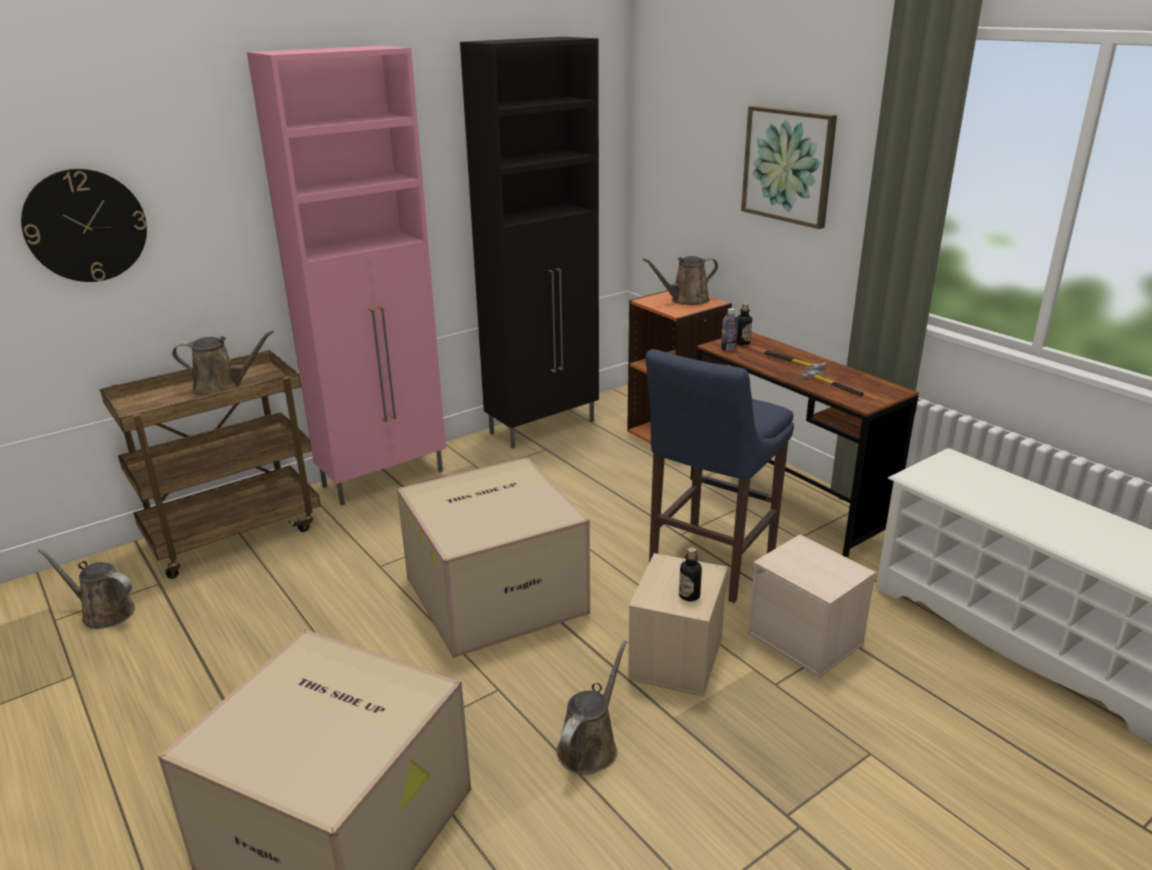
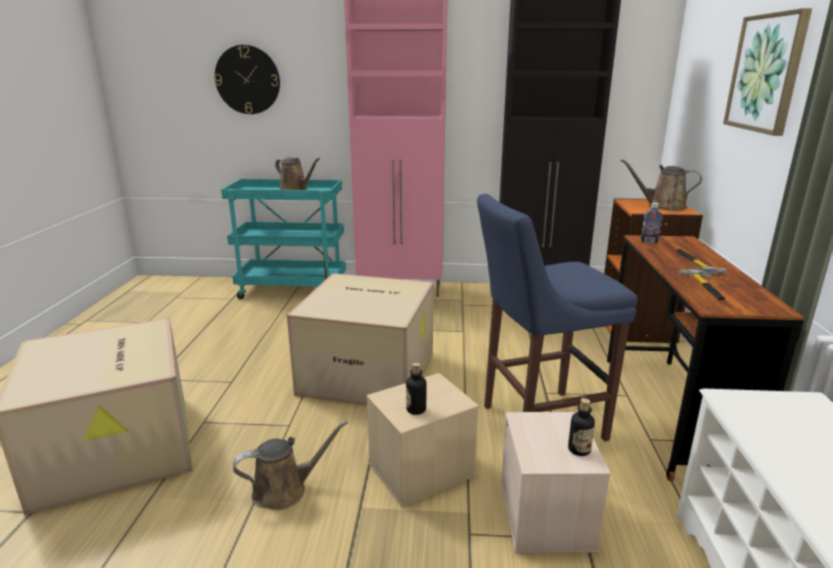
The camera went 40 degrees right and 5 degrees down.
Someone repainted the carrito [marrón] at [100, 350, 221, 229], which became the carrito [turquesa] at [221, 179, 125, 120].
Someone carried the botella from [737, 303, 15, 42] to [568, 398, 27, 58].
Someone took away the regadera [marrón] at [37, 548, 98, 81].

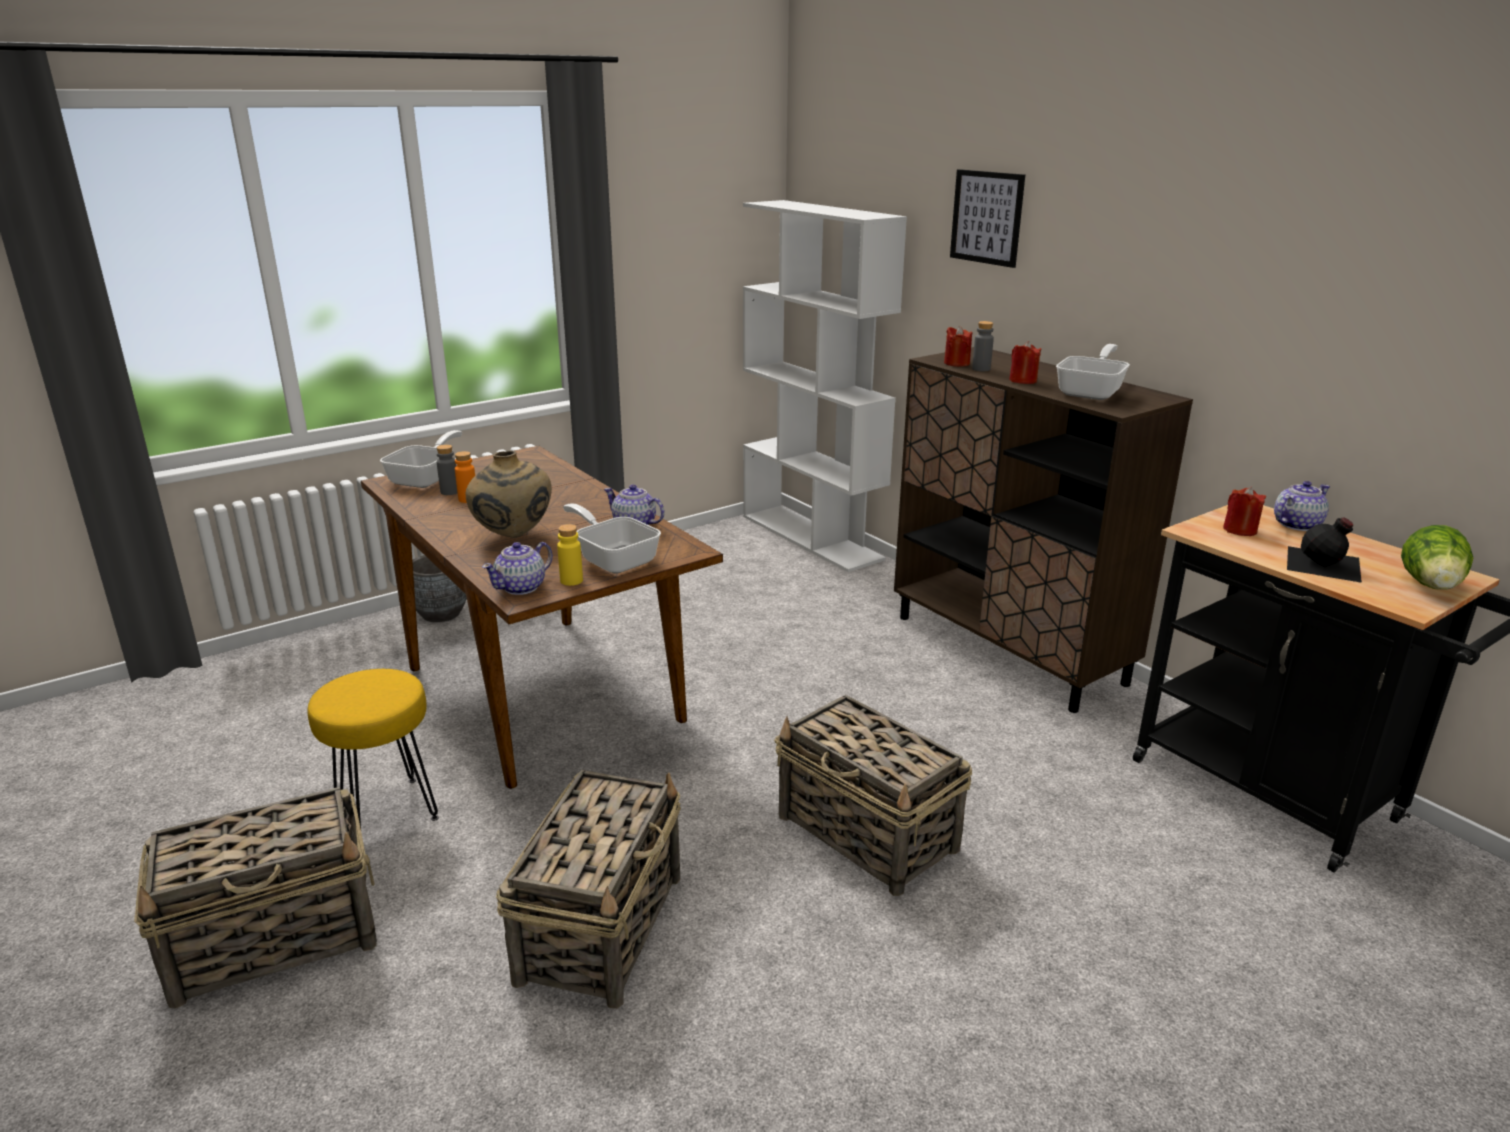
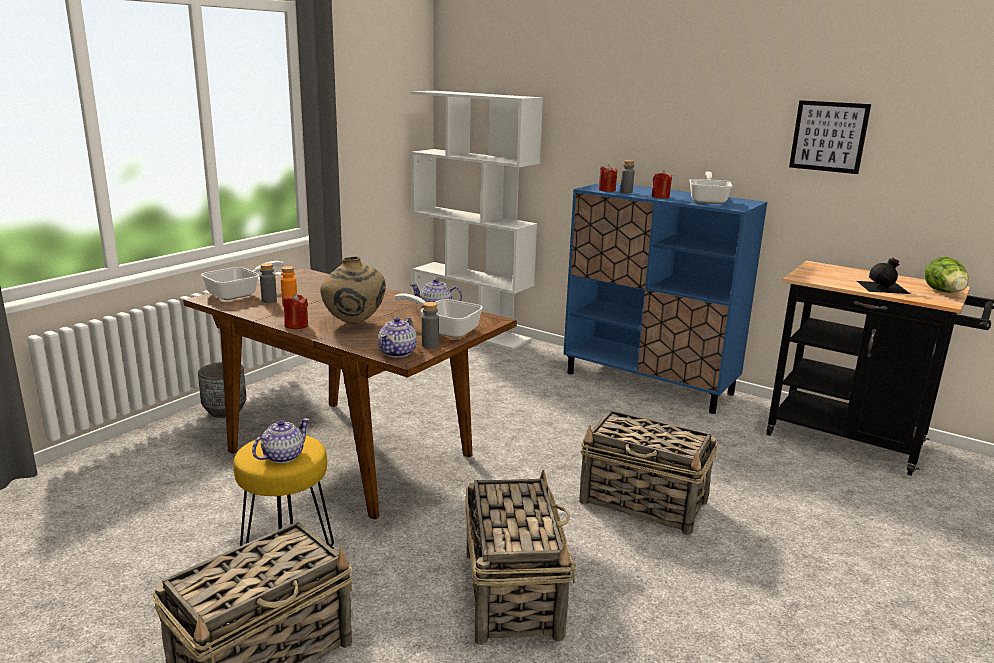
The camera went 20 degrees left and 5 degrees down.
Someone rotated the sartén at [380, 430, 82, 58] by 45 degrees clockwise.
Someone carried the tetera from [1274, 481, 56, 50] to [252, 418, 58, 45].
Someone carried the vela [rojo] from [1223, 487, 43, 49] to [283, 293, 25, 36].
Someone repainted the botella [amarillo] at [557, 524, 26, 62], which became the botella [gris] at [422, 302, 17, 46].
Someone repainted the armario [marrón] at [894, 347, 299, 366], which became the armario [azul] at [563, 183, 204, 231].
Someone carried the cuadro from [950, 169, 75, 99] to [789, 100, 82, 74].

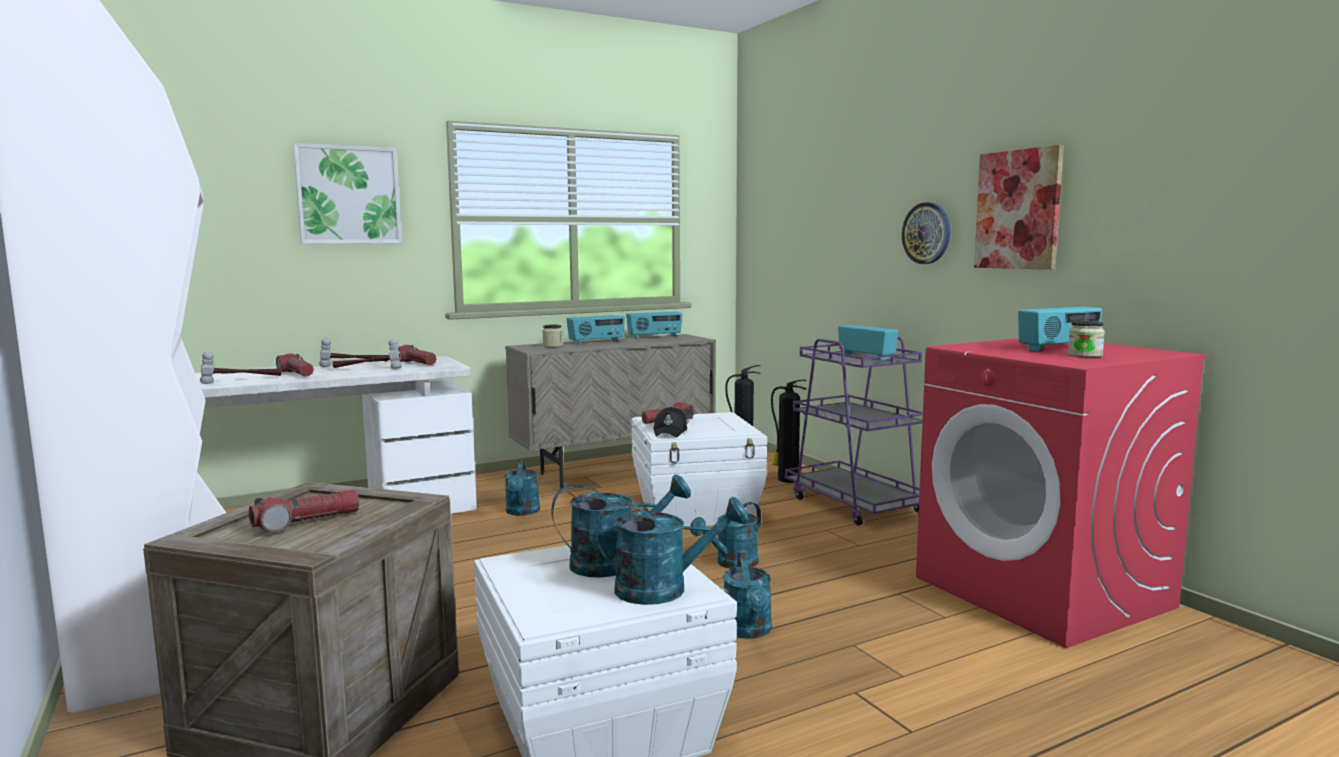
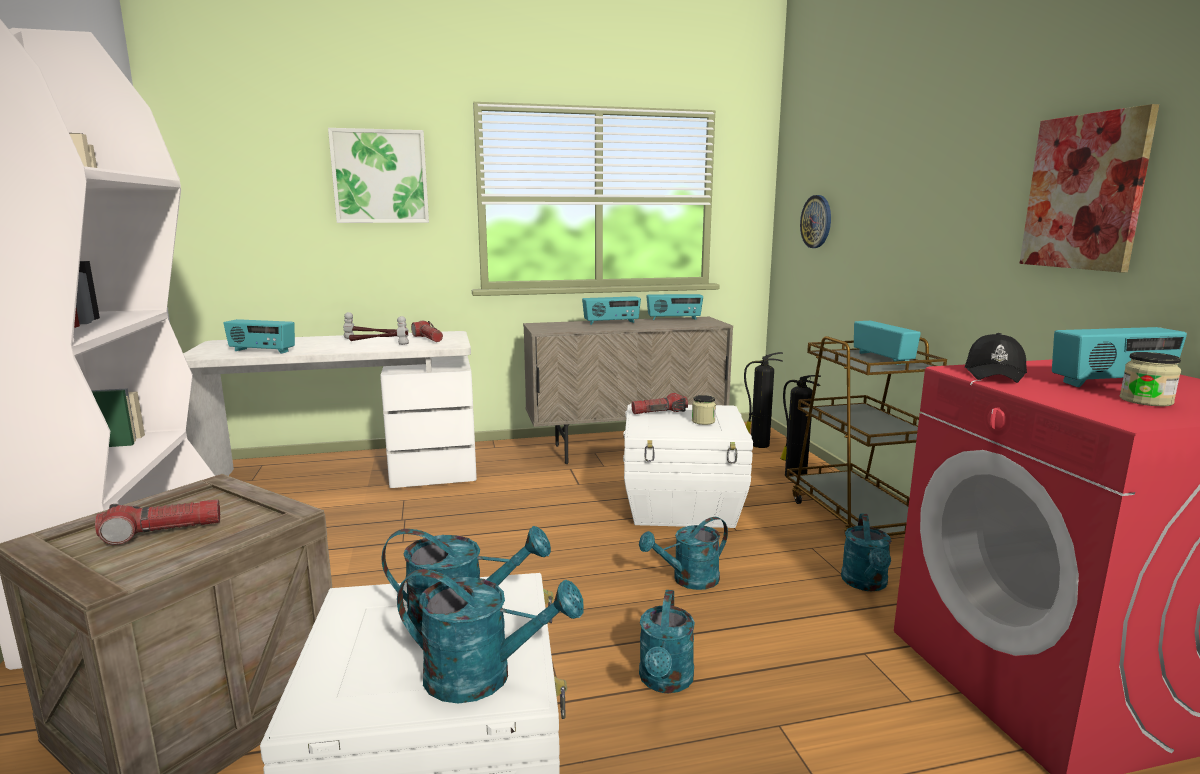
The camera went 15 degrees right and 5 degrees up.
Someone swapped the martillo at [200, 351, 82, 33] for the radio at [223, 319, 72, 35].
Someone carried the tarro from [542, 325, 21, 22] to [692, 395, 24, 30].
Someone repainted the carrito [morado] at [785, 337, 138, 188], which became the carrito [marrón] at [786, 336, 161, 200].
Someone carried the reloj de pared from [902, 202, 48, 62] to [800, 195, 31, 53].
Someone carried the regadera [turquesa] from [504, 460, 36, 56] to [841, 513, 50, 78].
Someone carried the gorra [negro] from [653, 407, 34, 30] to [965, 333, 62, 50].
Someone took away the linterna at [276, 353, 38, 23].

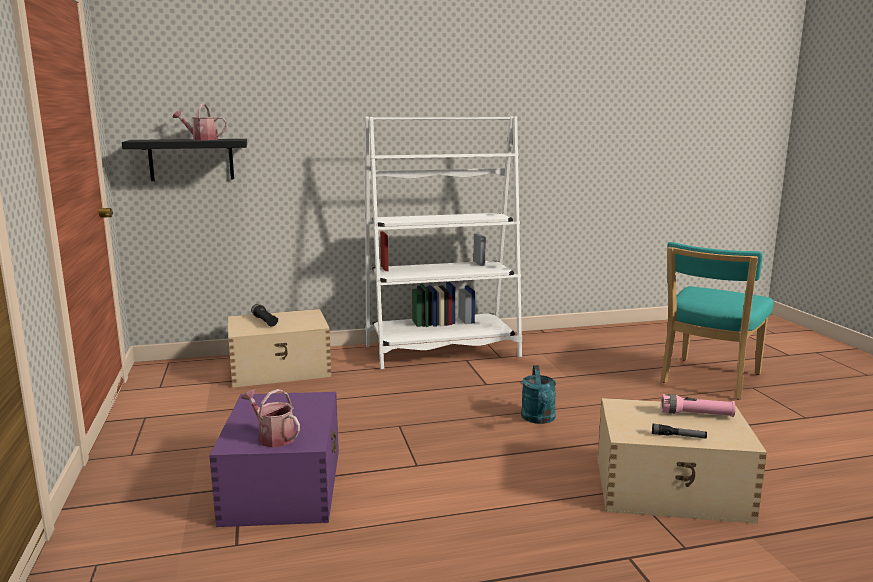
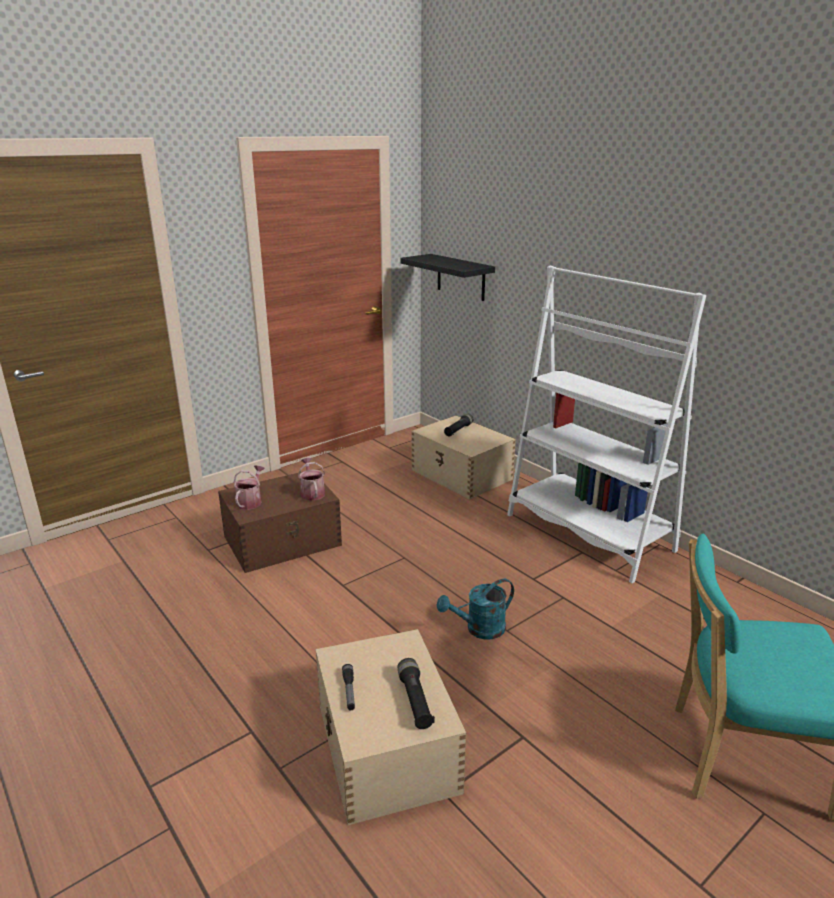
The camera went 65 degrees right and 10 degrees up.
Someone repainted the caja de almacenaje [morado] at [209, 392, 130, 135], which became the caja de almacenaje [marrón] at [218, 472, 124, 101].
Someone carried the regadera from [173, 104, 54, 36] to [298, 458, 27, 43].
Someone repainted the linterna [rosa] at [661, 394, 74, 23], which became the linterna [negro] at [398, 658, 37, 71].

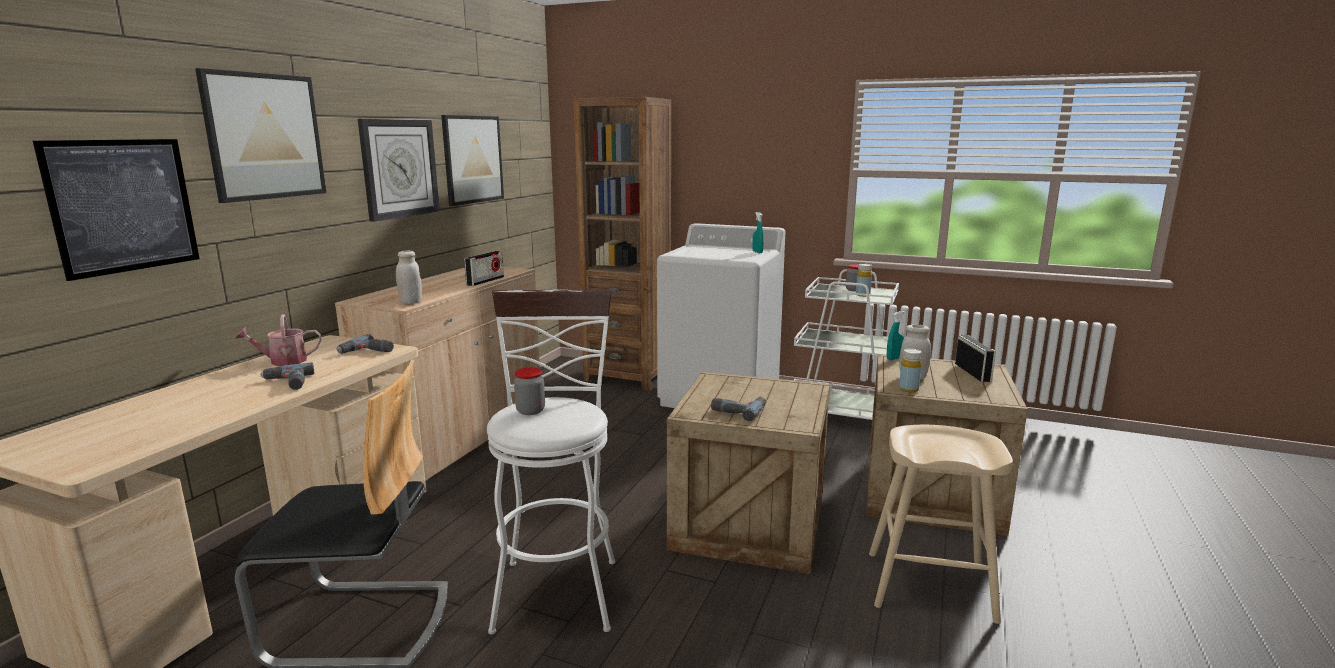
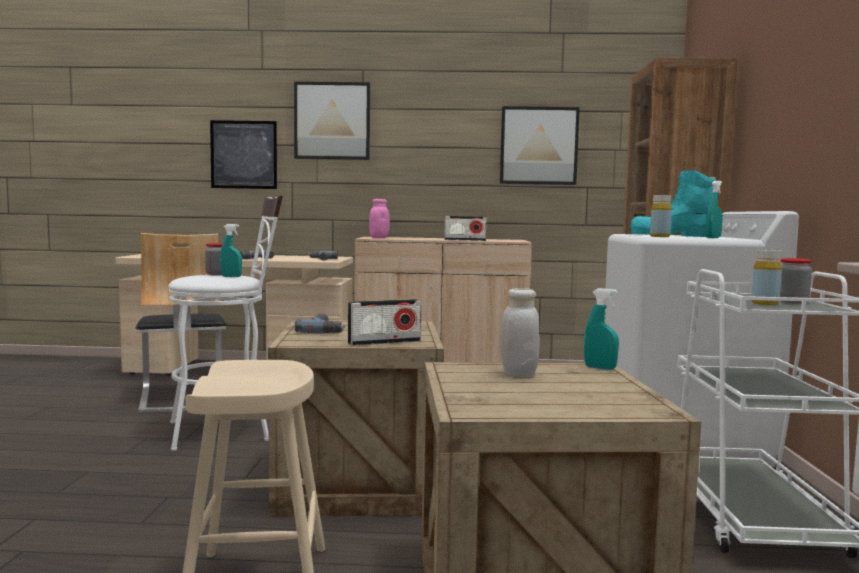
The camera went 70 degrees right and 10 degrees down.
Someone put down the pulverizador [turquesa] at [220, 224, 22, 53].
Someone carried the radio from [955, 335, 41, 47] to [348, 299, 73, 47].
Someone repainted the tarro [blanco] at [396, 250, 26, 54], which became the tarro [rosa] at [369, 199, 21, 40].
Someone put down the bota [turquesa] at [631, 170, 86, 67].
Someone carried the botella [amarillo] from [899, 349, 23, 44] to [650, 195, 22, 42].
Someone took away the regadera at [234, 314, 87, 52].
Someone took away the reloj de pared at [358, 119, 82, 103].

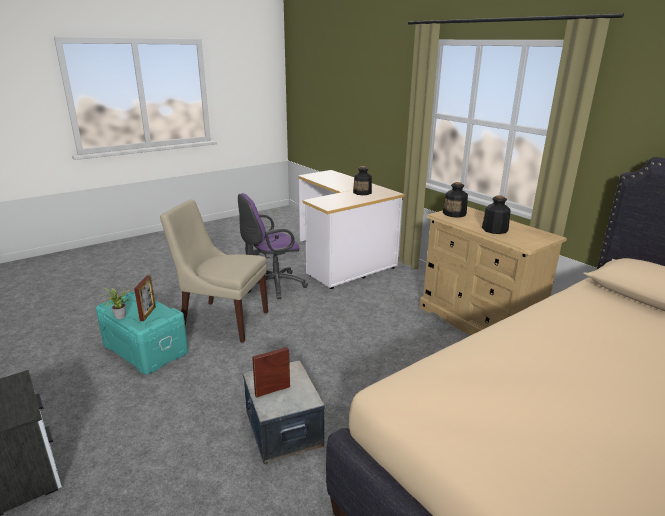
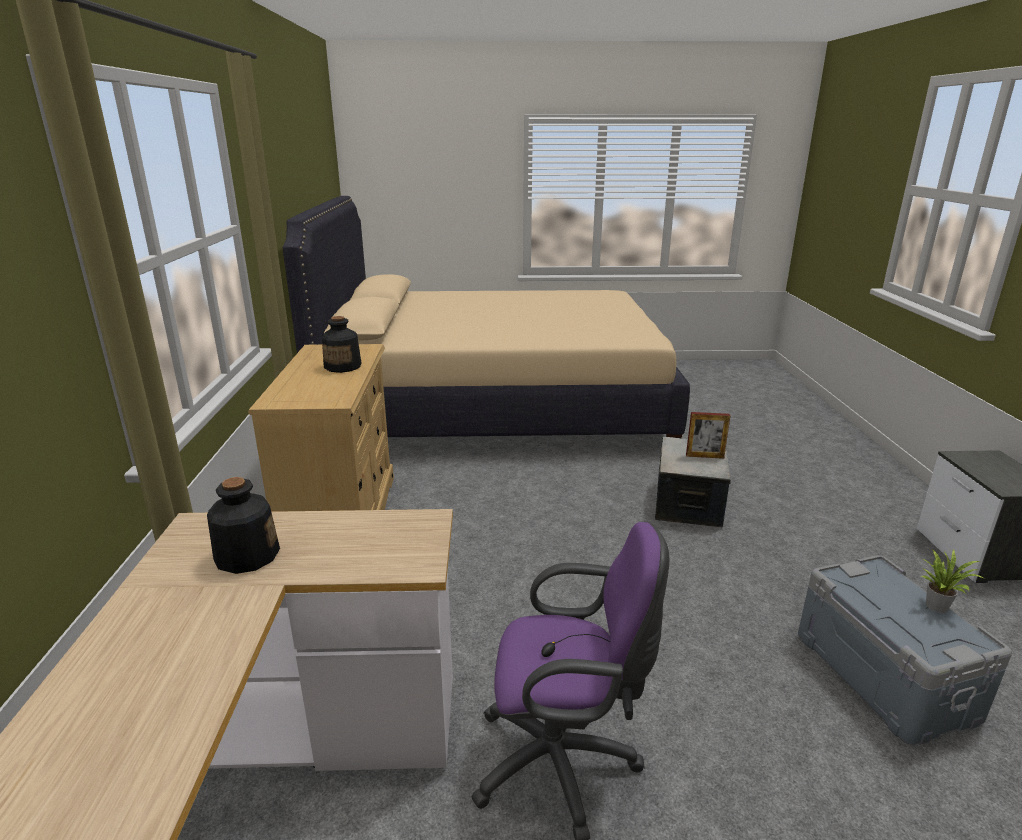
The camera went 145 degrees left and 0 degrees up.
Someone repainted the caja de almacenaje [turquesa] at [96, 291, 92, 83], which became the caja de almacenaje [gris] at [798, 555, 214, 190].
Someone took away the portarretratos at [134, 275, 22, 46].
Someone took away the silla [beis] at [160, 199, 108, 144].
Someone took away the botella at [443, 182, 25, 36].

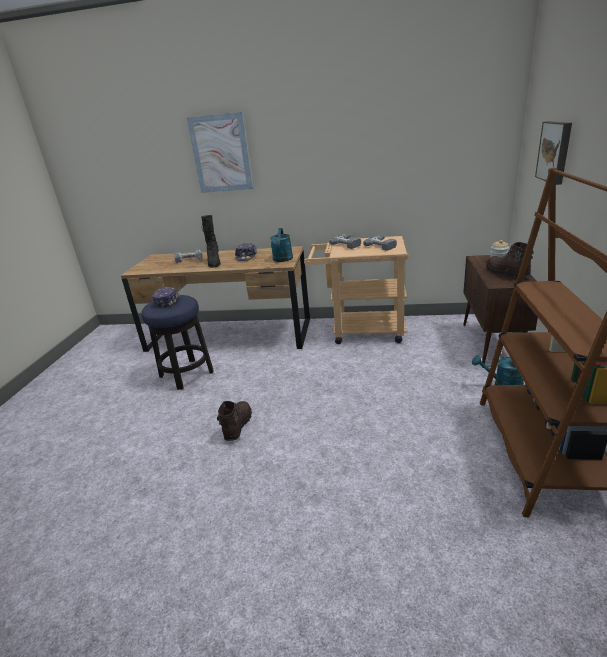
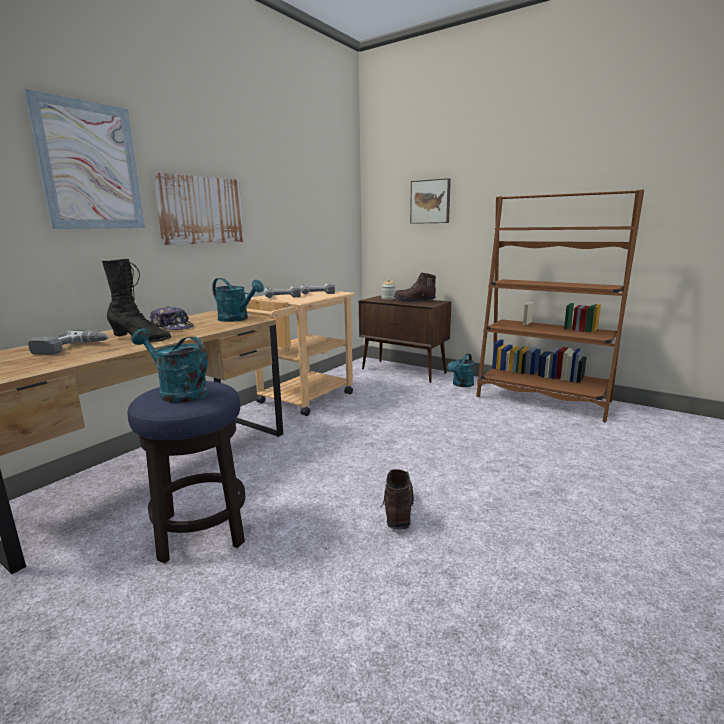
The camera went 65 degrees left and 10 degrees down.
Someone swapped the gorra at [152, 287, 28, 20] for the regadera [turquesa] at [132, 328, 76, 75].
Someone put up the cuadro at [153, 173, 91, 72].
Someone rotated the bota [marrón] at [217, 401, 35, 40] by 60 degrees clockwise.

